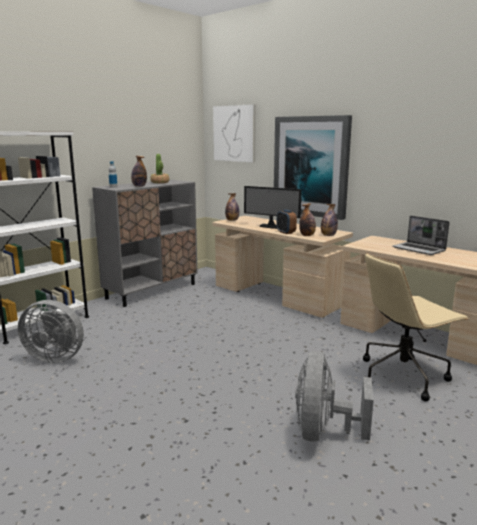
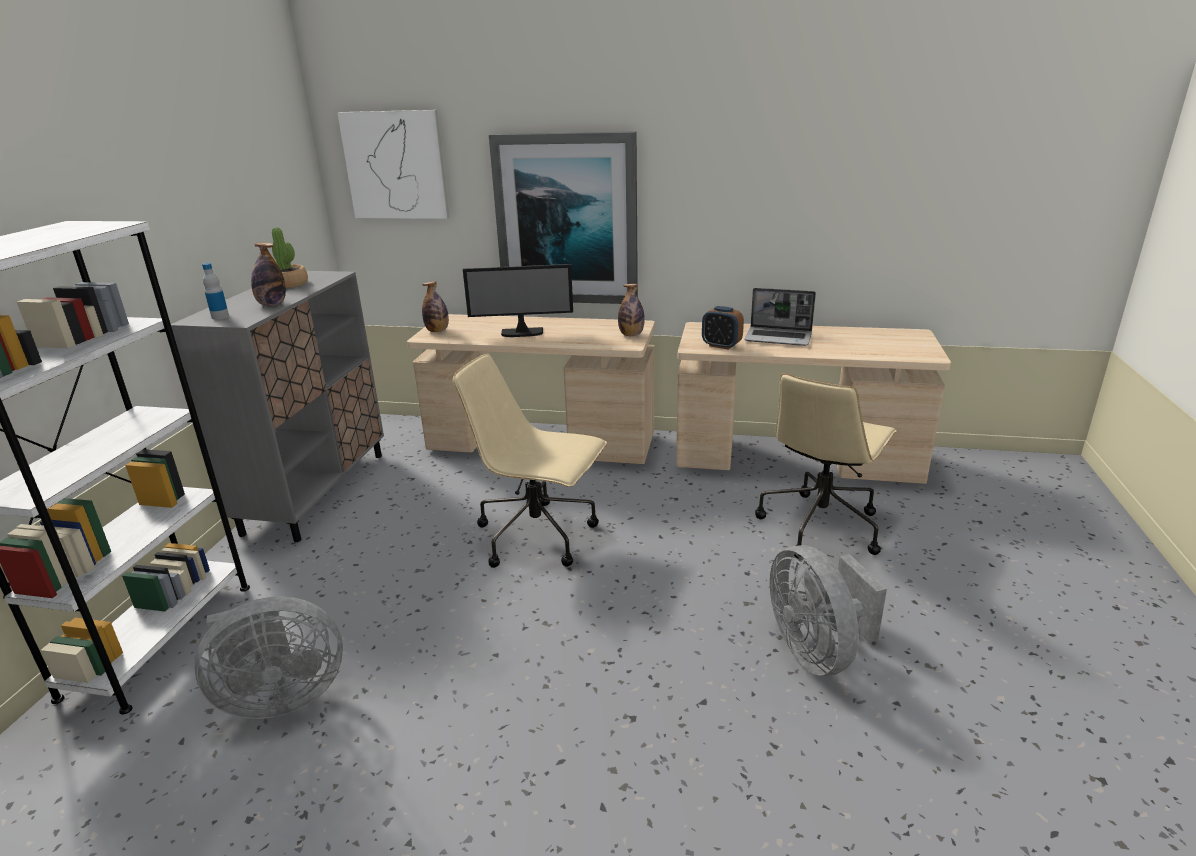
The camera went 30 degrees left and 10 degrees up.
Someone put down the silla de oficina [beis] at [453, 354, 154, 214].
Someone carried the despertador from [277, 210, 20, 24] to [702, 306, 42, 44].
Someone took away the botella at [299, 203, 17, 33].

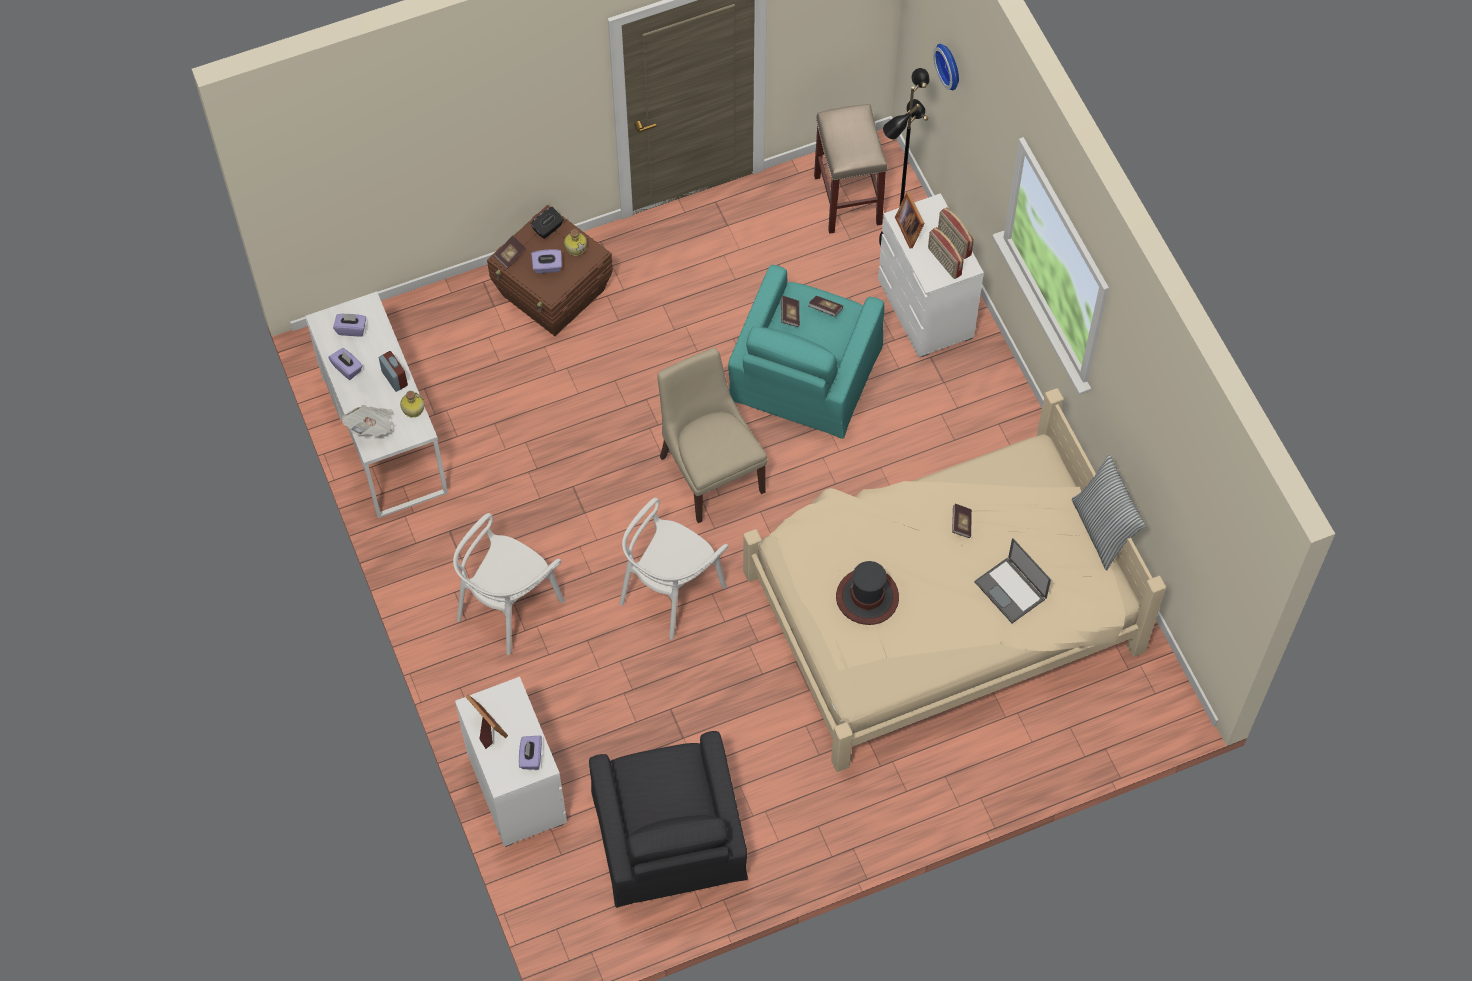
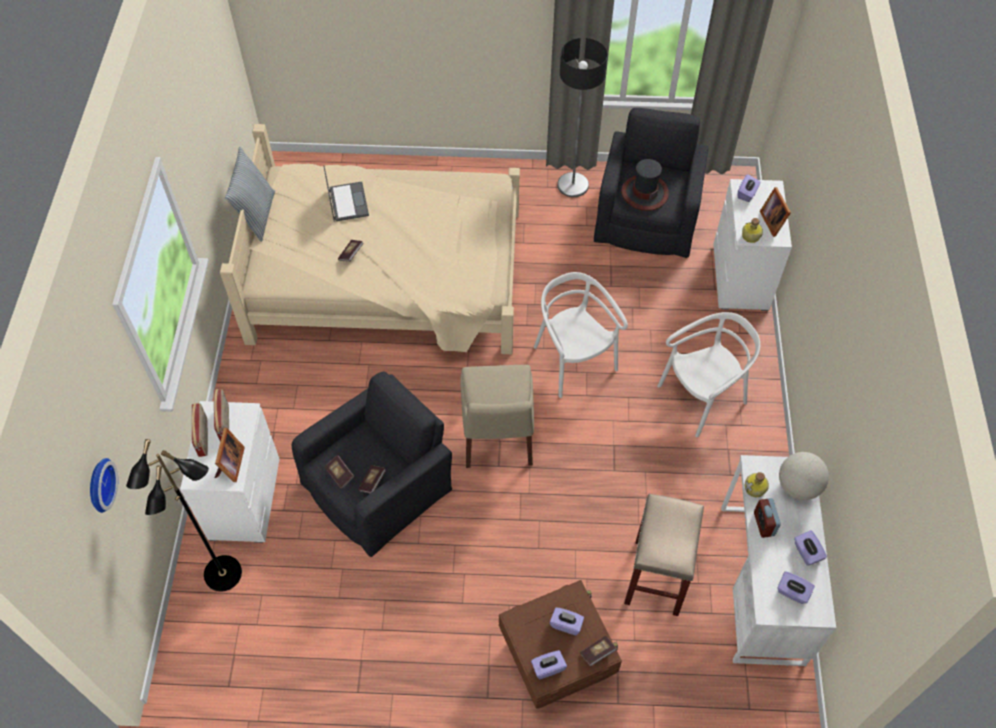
The camera went 155 degrees left and 5 degrees down.
Someone repainted the sillón [turquesa] at [728, 265, 156, 174], which became the sillón [negro] at [292, 372, 160, 185].
Someone repainted the caja de pañuelos [negro] at [531, 207, 33, 32], which became the caja de pañuelos [morado] at [531, 650, 36, 29].
Someone rotated the silla [blanco] at [620, 498, 108, 141] by 90 degrees counterclockwise.
Someone put down the lámpara de pie at [557, 38, 51, 159].
Someone carried the sombrero from [836, 561, 63, 64] to [621, 159, 48, 52].
Someone carried the taburete [beis] from [814, 104, 74, 130] to [624, 494, 80, 122].
Someone carried the botella from [564, 229, 23, 27] to [742, 218, 21, 25].
Someone swapped the periódico at [342, 405, 52, 31] for the globo terráqueo at [779, 452, 50, 48].

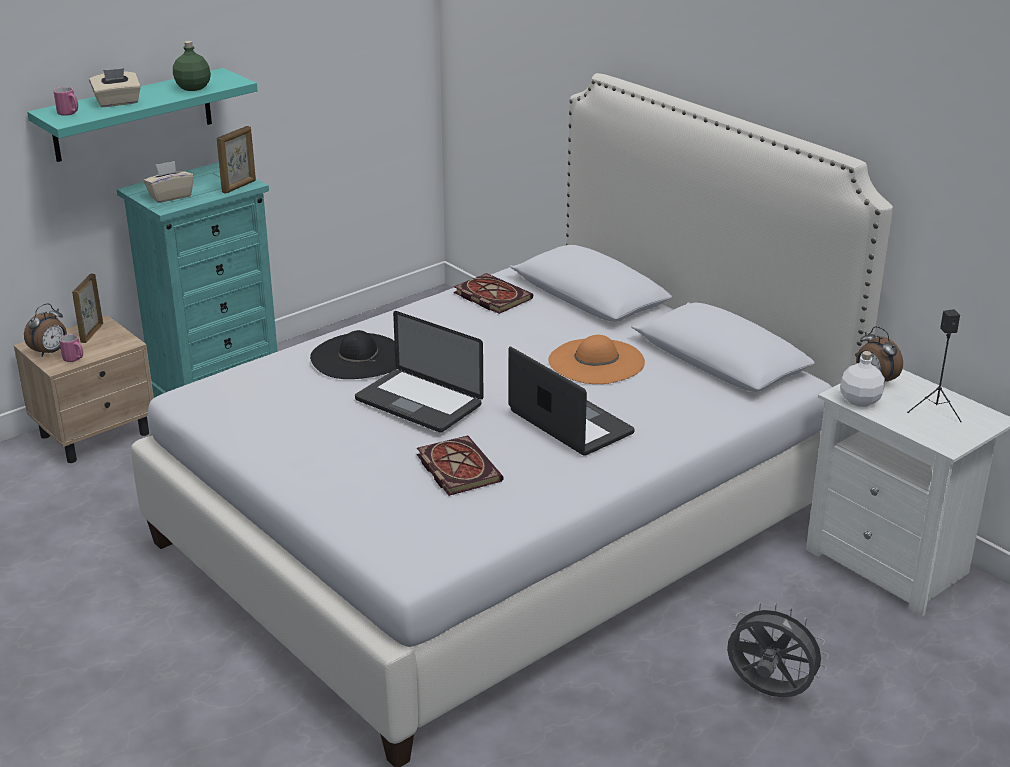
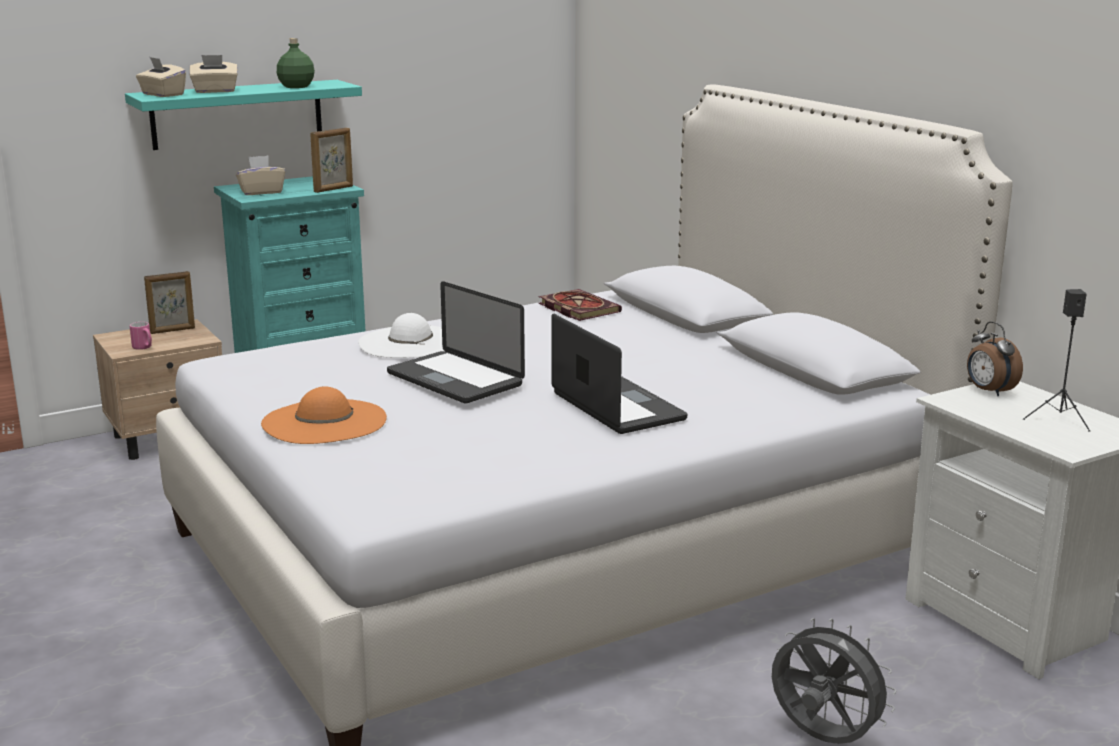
The camera went 10 degrees right and 10 degrees down.
Someone swapped the taza grande [rosa] at [54, 87, 24, 29] for the caja de pañuelos [beis] at [136, 57, 50, 40].
Someone rotated the portarretratos at [72, 273, 31, 70] by 135 degrees counterclockwise.
Someone carried the sombrero [naranja] from [549, 335, 96, 49] to [261, 387, 126, 57].
Someone repainted the sombrero [negro] at [310, 330, 87, 49], which became the sombrero [blanco] at [358, 313, 88, 45].
Someone took away the despertador at [24, 303, 43, 54].
Someone took away the libro at [417, 435, 86, 61].
Someone took away the botella [blanco] at [840, 351, 45, 56].

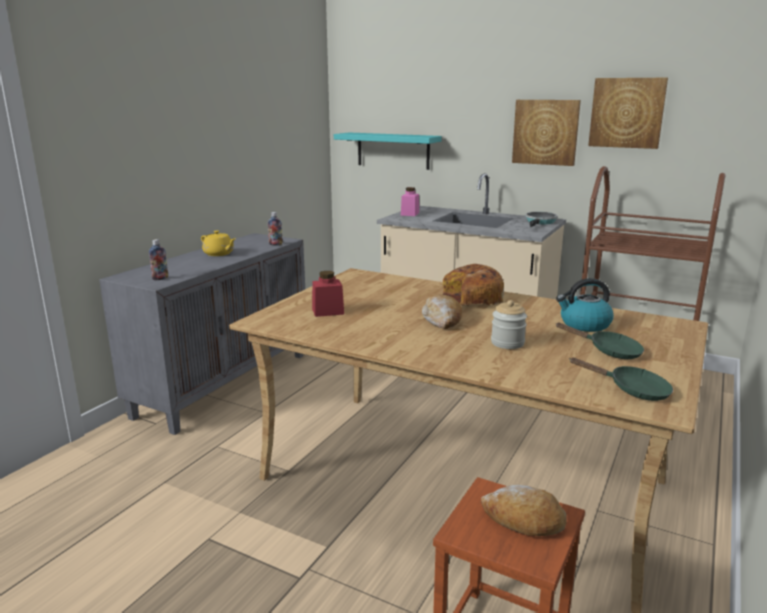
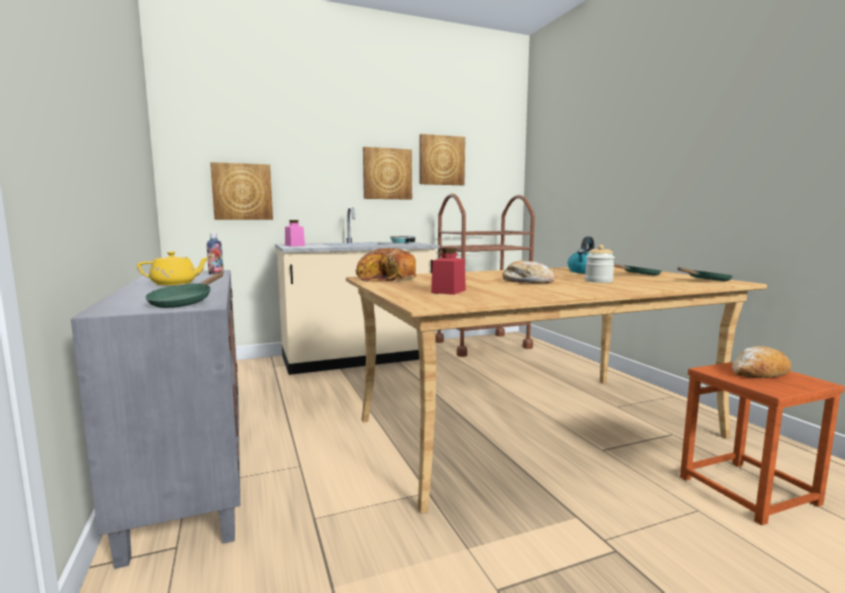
The camera went 50 degrees left and 10 degrees down.
Someone swapped the botella at [149, 239, 19, 41] for the sartén [verde] at [145, 273, 78, 35].
Someone swapped the estante [turquesa] at [334, 132, 108, 38] for the cuadro at [210, 162, 63, 58].
Someone carried the pan from [442, 264, 62, 42] to [356, 248, 61, 34].

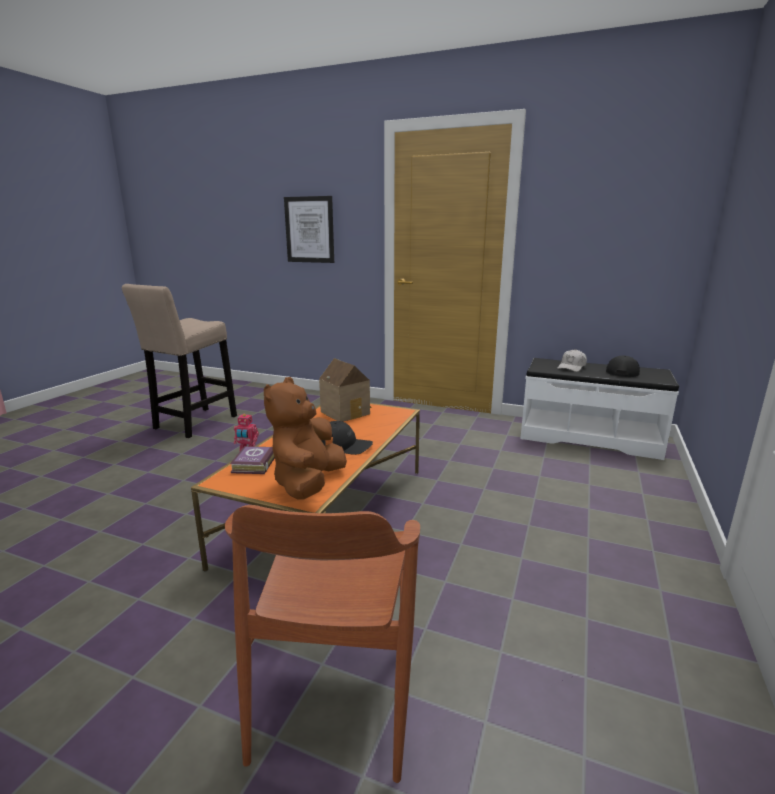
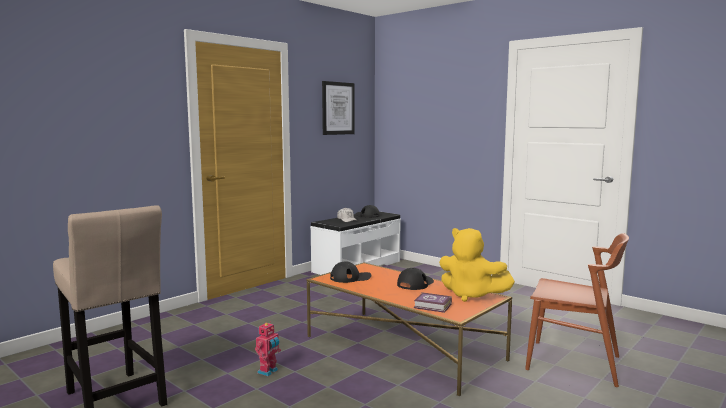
The camera went 70 degrees left and 10 degrees down.
Someone carried the cuadro from [284, 196, 50, 67] to [322, 81, 33, 54].
Someone swapped the casita at [319, 358, 53, 64] for the gorra [negro] at [330, 262, 41, 21].
Someone repainted the peluche [marrón] at [264, 377, 83, 123], which became the peluche [amarillo] at [439, 228, 76, 74].

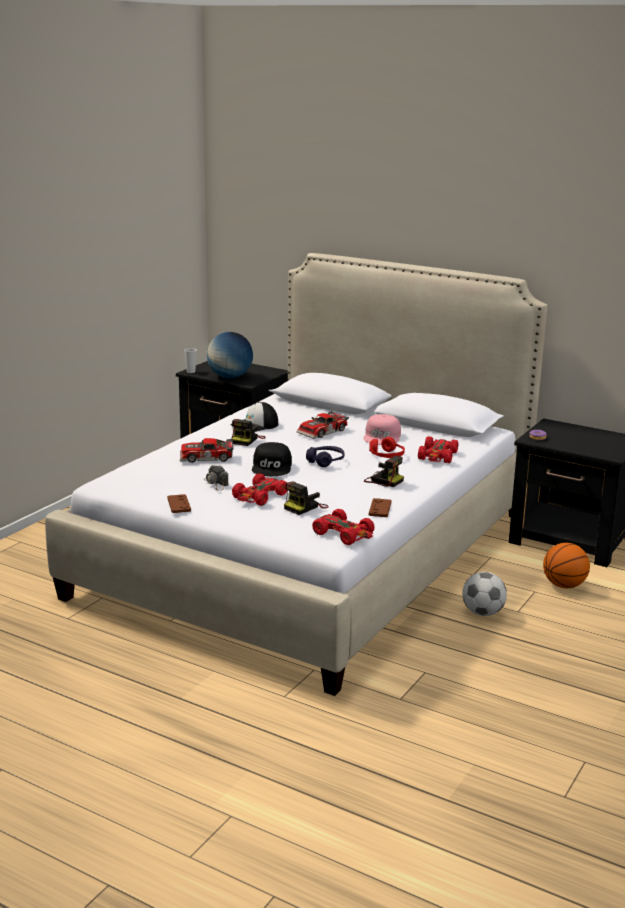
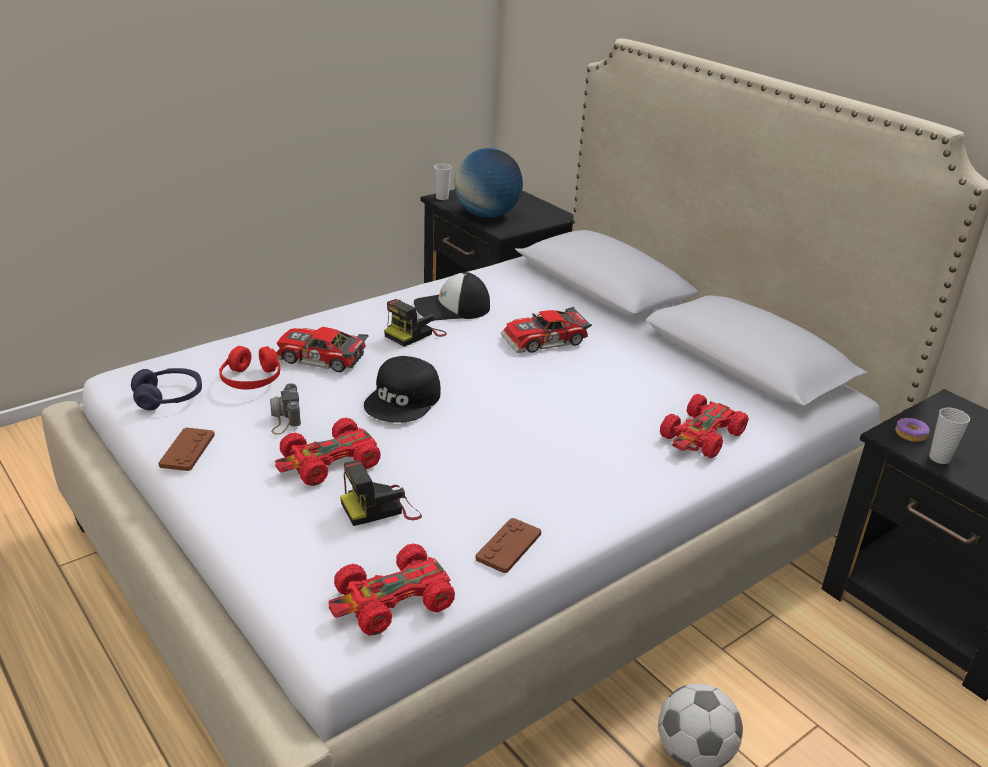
The camera went 20 degrees right and 10 degrees up.
Someone carried the auriculares [morado] from [306, 446, 38, 21] to [131, 368, 71, 42].
Someone carried the auriculares [rojo] from [369, 437, 36, 21] to [219, 346, 61, 44].
Someone rotated the coche de juguete [rojo] at [312, 509, 63, 36] by 90 degrees clockwise.
Someone put down the taza at [929, 408, 41, 56].
Someone took away the gorra [rosa] at [363, 414, 38, 31].
Someone took away the cámara at [364, 456, 40, 31].
Someone took away the balón de baloncesto at [543, 543, 47, 45].

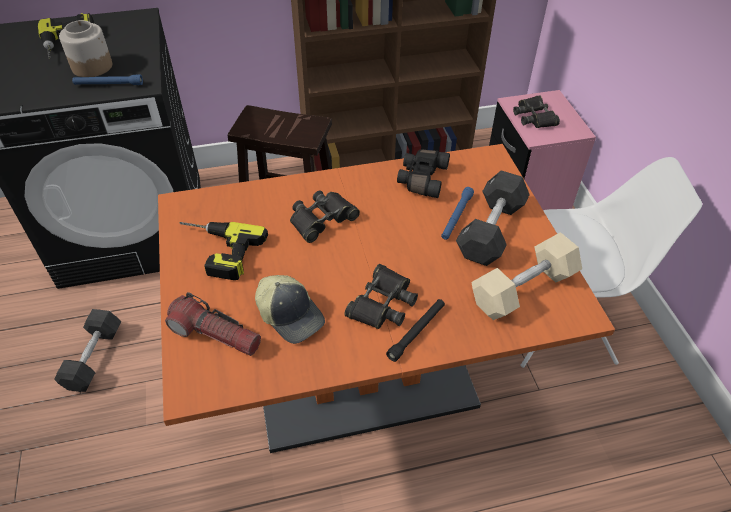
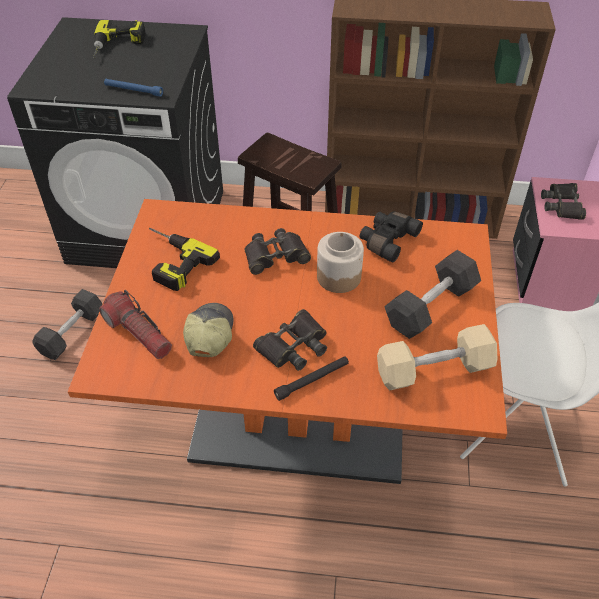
The camera went 20 degrees right and 0 degrees up.
Someone rotated the gorra at [255, 275, 70, 69] by 150 degrees counterclockwise.
Someone carried the tarro from [59, 20, 53, 57] to [317, 232, 47, 61].
Someone took away the linterna [azul] at [441, 187, 33, 53].

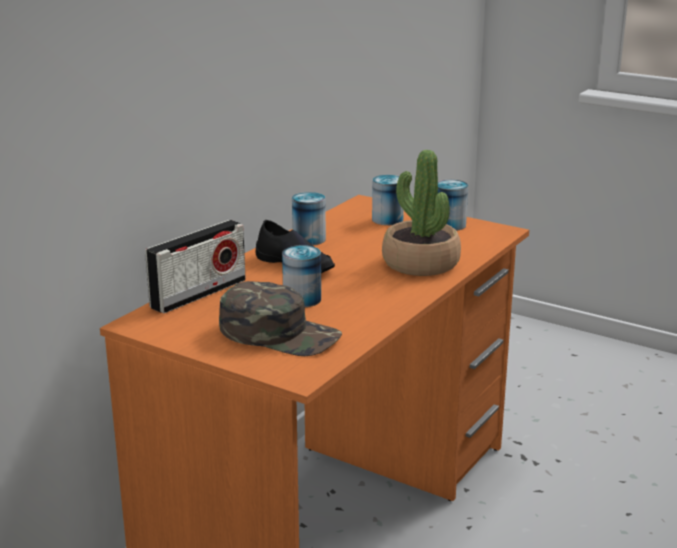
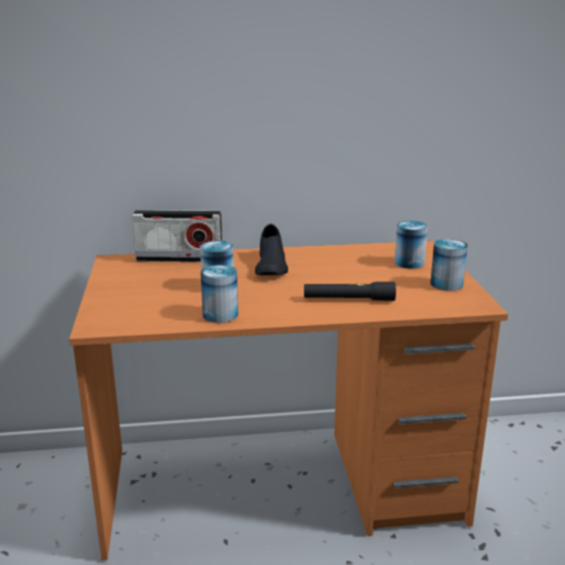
The camera went 50 degrees right and 0 degrees up.
Someone carried the lata from [292, 192, 34, 53] to [201, 265, 37, 58].
Someone swapped the planta en maceta at [382, 150, 79, 126] for the linterna [negro] at [304, 282, 92, 19].
Someone took away the gorra [verde] at [219, 281, 123, 75].

